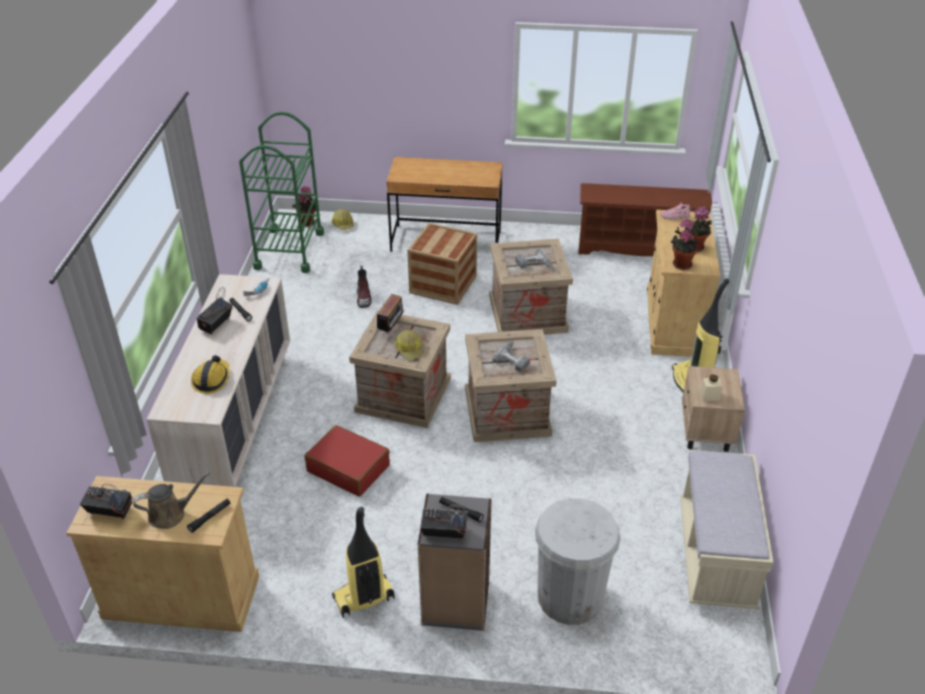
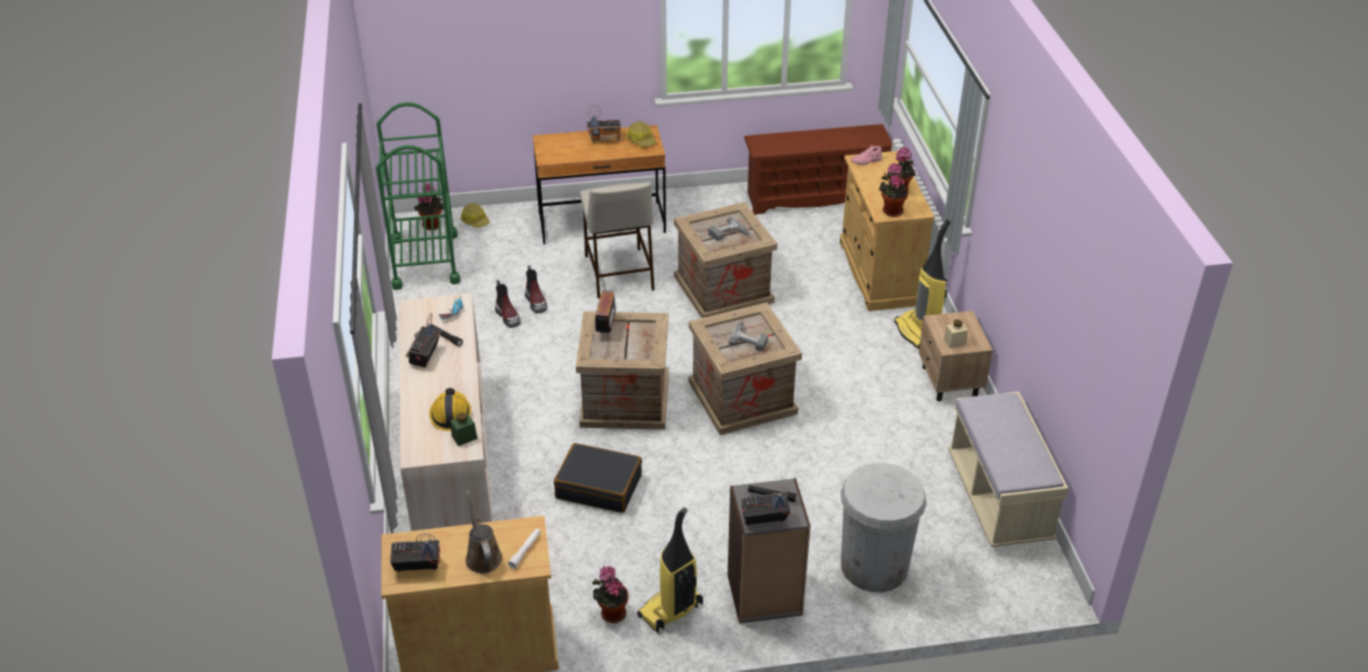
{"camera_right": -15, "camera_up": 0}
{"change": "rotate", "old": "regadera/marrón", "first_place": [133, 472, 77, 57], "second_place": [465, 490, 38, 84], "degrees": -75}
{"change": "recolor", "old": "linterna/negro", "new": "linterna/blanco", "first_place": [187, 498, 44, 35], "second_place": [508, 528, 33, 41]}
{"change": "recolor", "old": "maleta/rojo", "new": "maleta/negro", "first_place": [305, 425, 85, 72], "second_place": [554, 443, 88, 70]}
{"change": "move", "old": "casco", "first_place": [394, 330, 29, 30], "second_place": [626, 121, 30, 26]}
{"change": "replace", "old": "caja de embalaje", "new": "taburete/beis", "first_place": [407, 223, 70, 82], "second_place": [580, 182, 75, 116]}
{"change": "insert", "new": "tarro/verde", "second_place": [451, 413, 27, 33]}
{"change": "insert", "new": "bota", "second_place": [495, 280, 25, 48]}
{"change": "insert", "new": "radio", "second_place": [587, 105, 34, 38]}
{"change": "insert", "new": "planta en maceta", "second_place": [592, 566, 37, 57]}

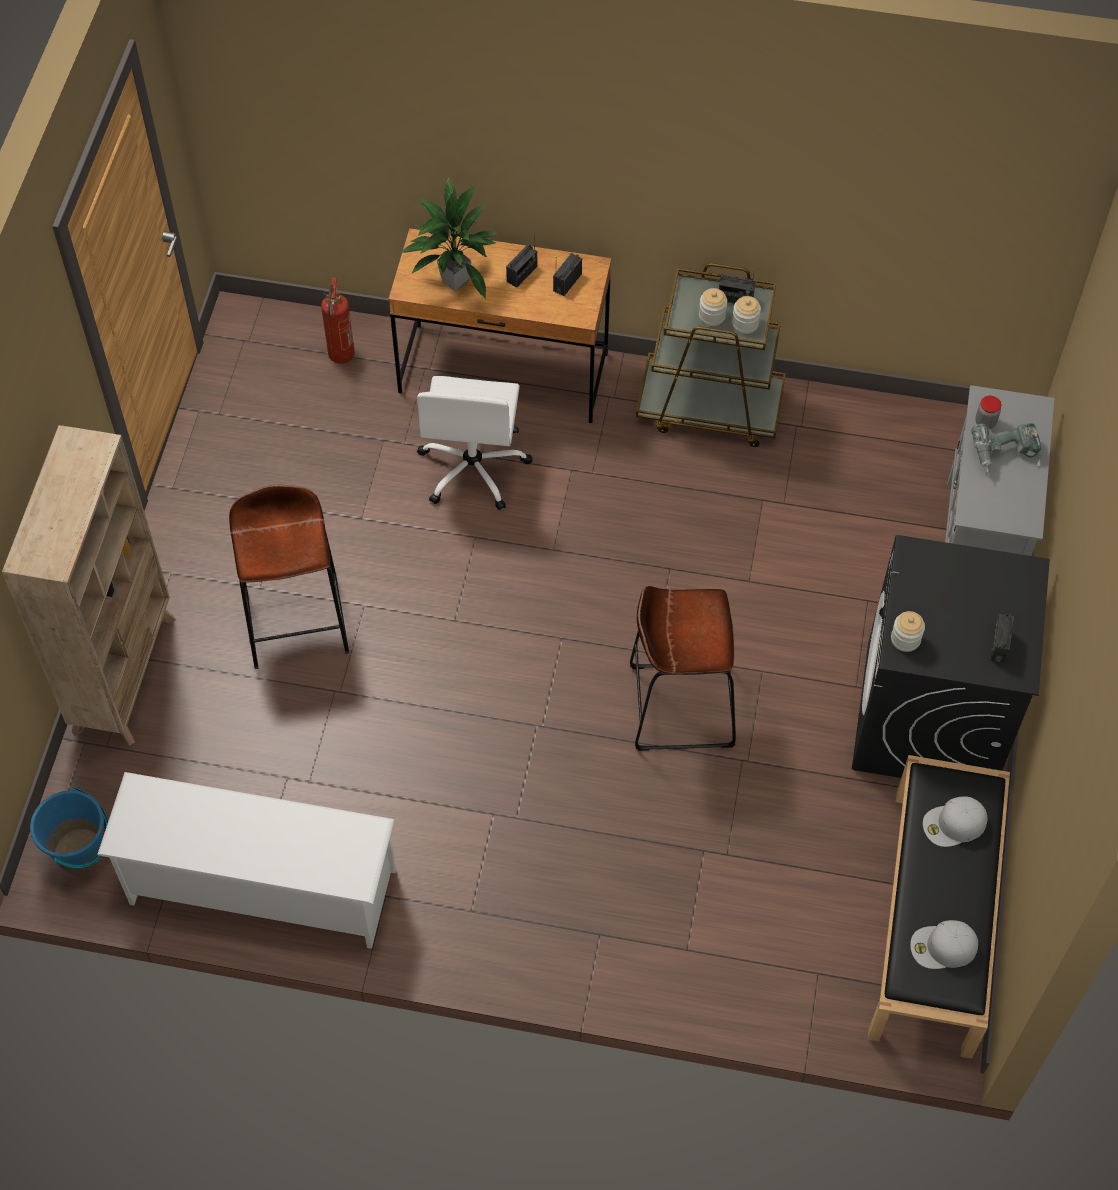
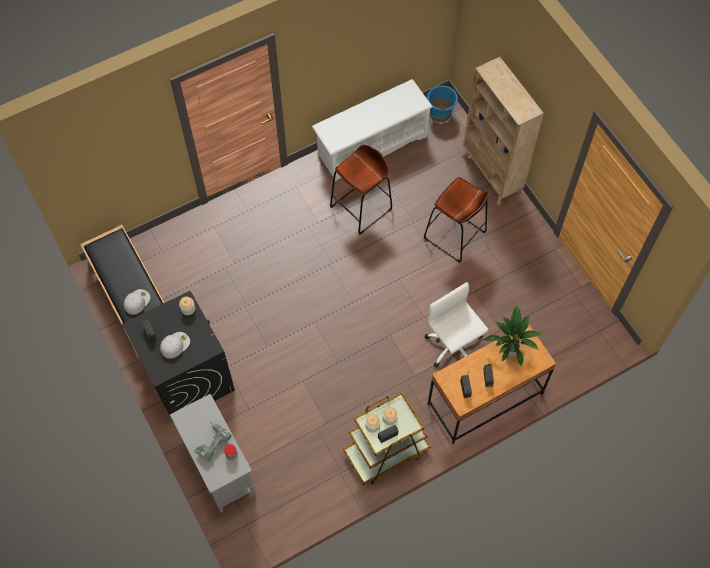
{"camera_right": 140, "camera_up": 5}
{"change": "delete", "old": "extintor", "first_place": [321, 278, 34, 86]}
{"change": "move", "old": "taburete/marrón", "first_place": [630, 586, 106, 165], "second_place": [330, 144, 62, 91]}
{"change": "move", "old": "gorra/blanco", "first_place": [910, 920, 68, 49], "second_place": [160, 332, 30, 27]}

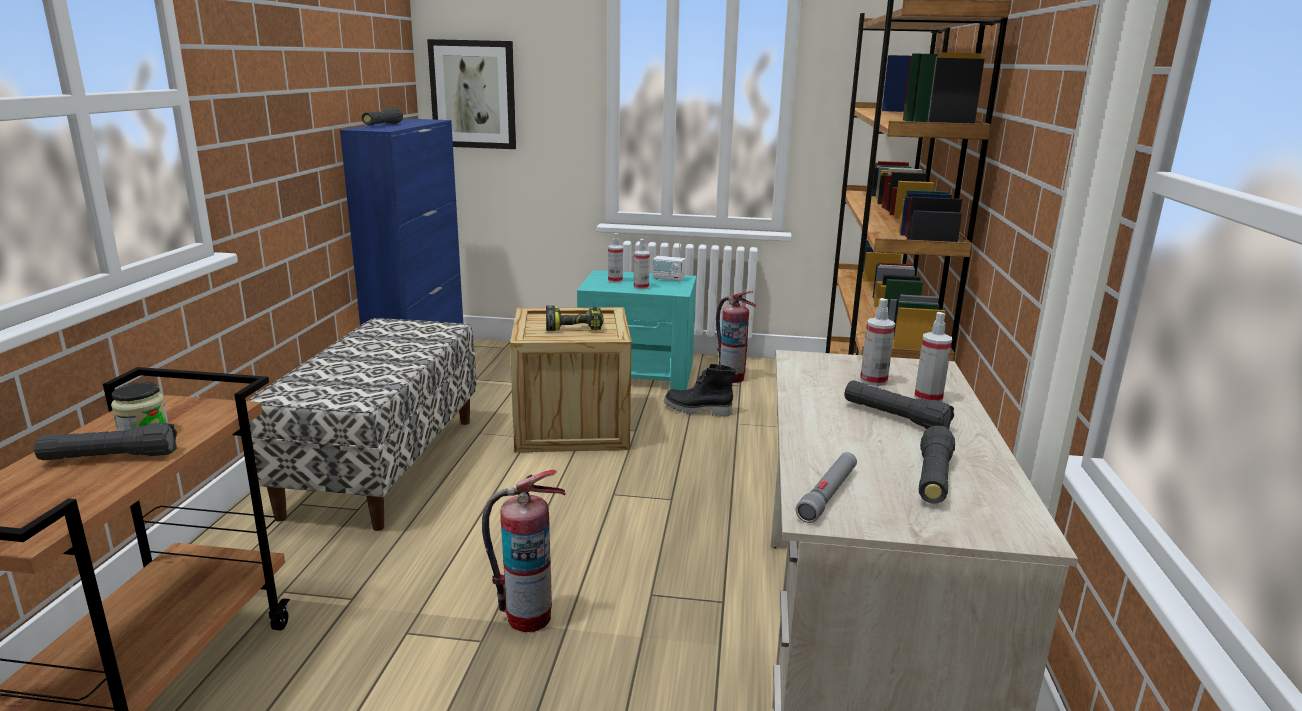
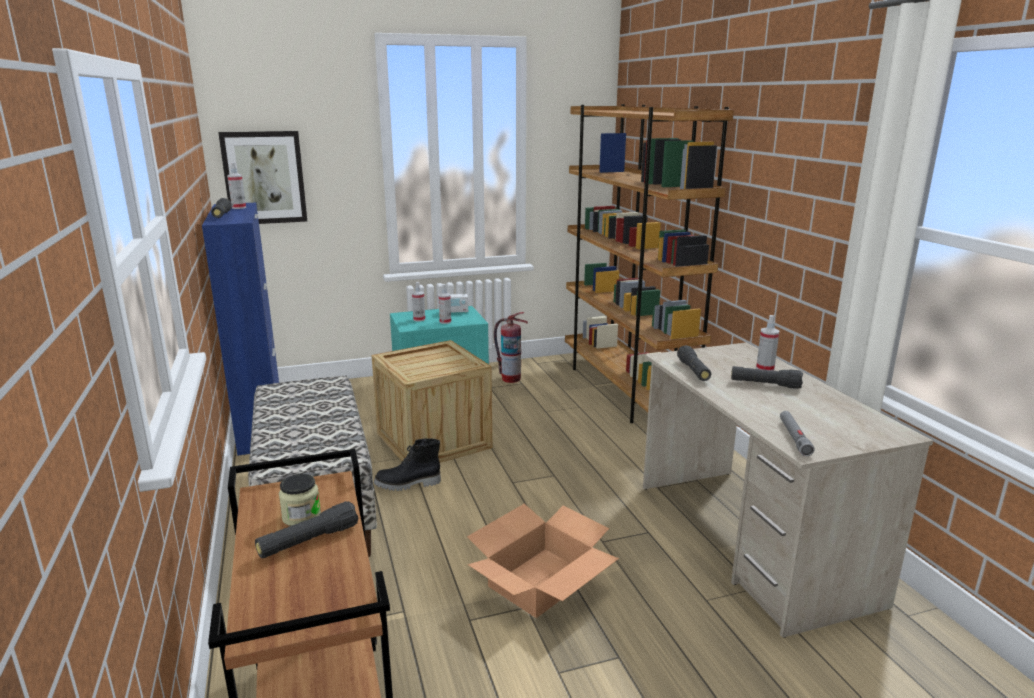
{"camera_right": -25, "camera_up": 0}
{"change": "replace", "old": "extintor", "new": "caja de cartón", "first_place": [482, 470, 84, 162], "second_place": [467, 504, 152, 114]}
{"change": "delete", "old": "taladro", "first_place": [546, 305, 58, 26]}
{"change": "move", "old": "bota/negro", "first_place": [664, 364, 72, 52], "second_place": [374, 438, 67, 53]}
{"change": "move", "old": "pulverizador", "first_place": [860, 298, 35, 88], "second_place": [227, 162, 19, 47]}
{"change": "move", "old": "linterna/negro", "first_place": [919, 426, 36, 78], "second_place": [677, 345, 34, 36]}

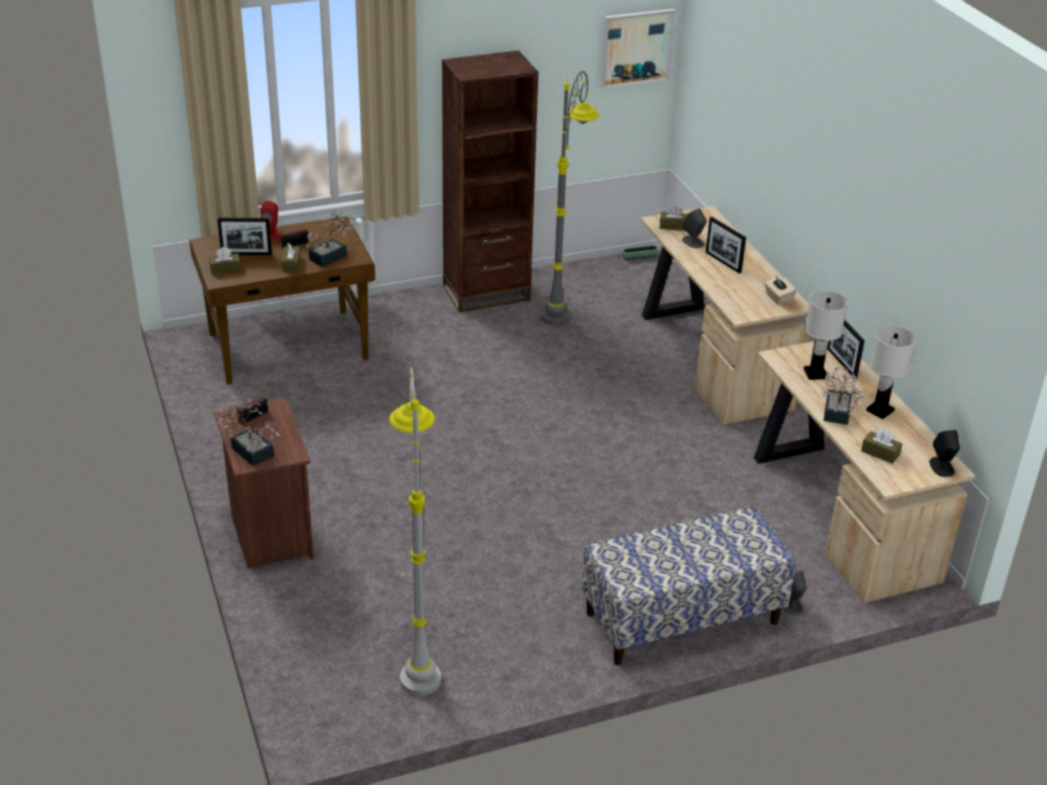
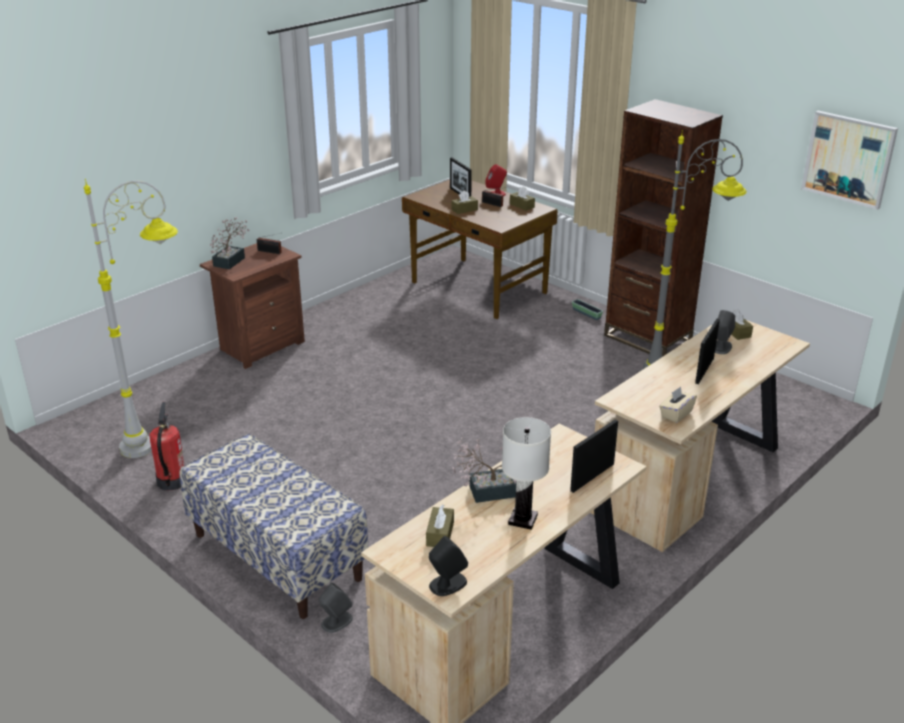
{"camera_right": 65, "camera_up": -5}
{"change": "move", "old": "caja de pañuelos/marrón", "first_place": [209, 247, 32, 28], "second_place": [510, 187, 25, 24]}
{"change": "delete", "old": "planta en maceta", "first_place": [306, 210, 49, 57]}
{"change": "move", "old": "maceta", "first_place": [622, 245, 37, 15], "second_place": [572, 299, 31, 21]}
{"change": "delete", "old": "lámpara de mesa/blanco", "first_place": [804, 291, 44, 89]}
{"change": "insert", "new": "extintor", "second_place": [149, 402, 36, 89]}

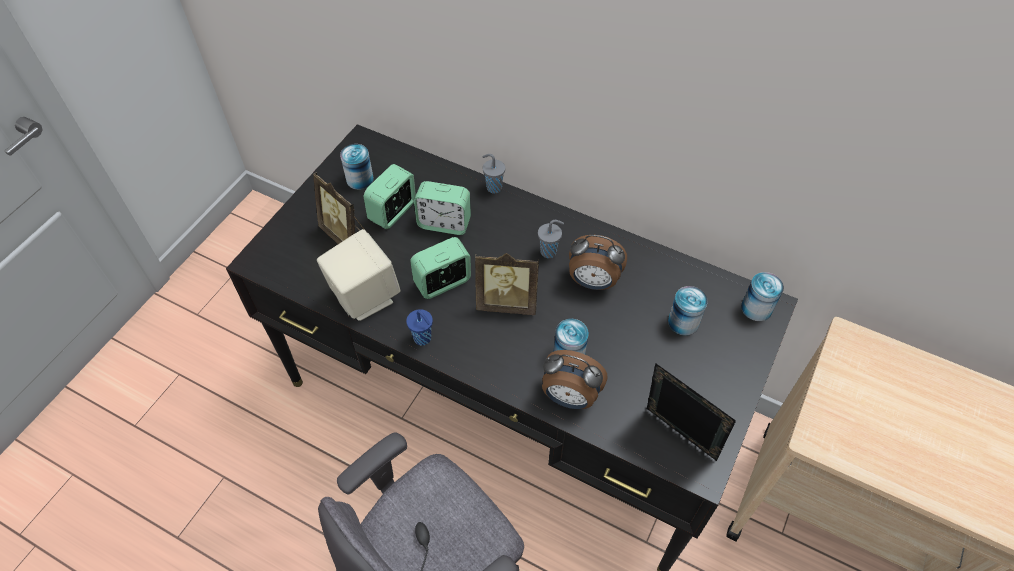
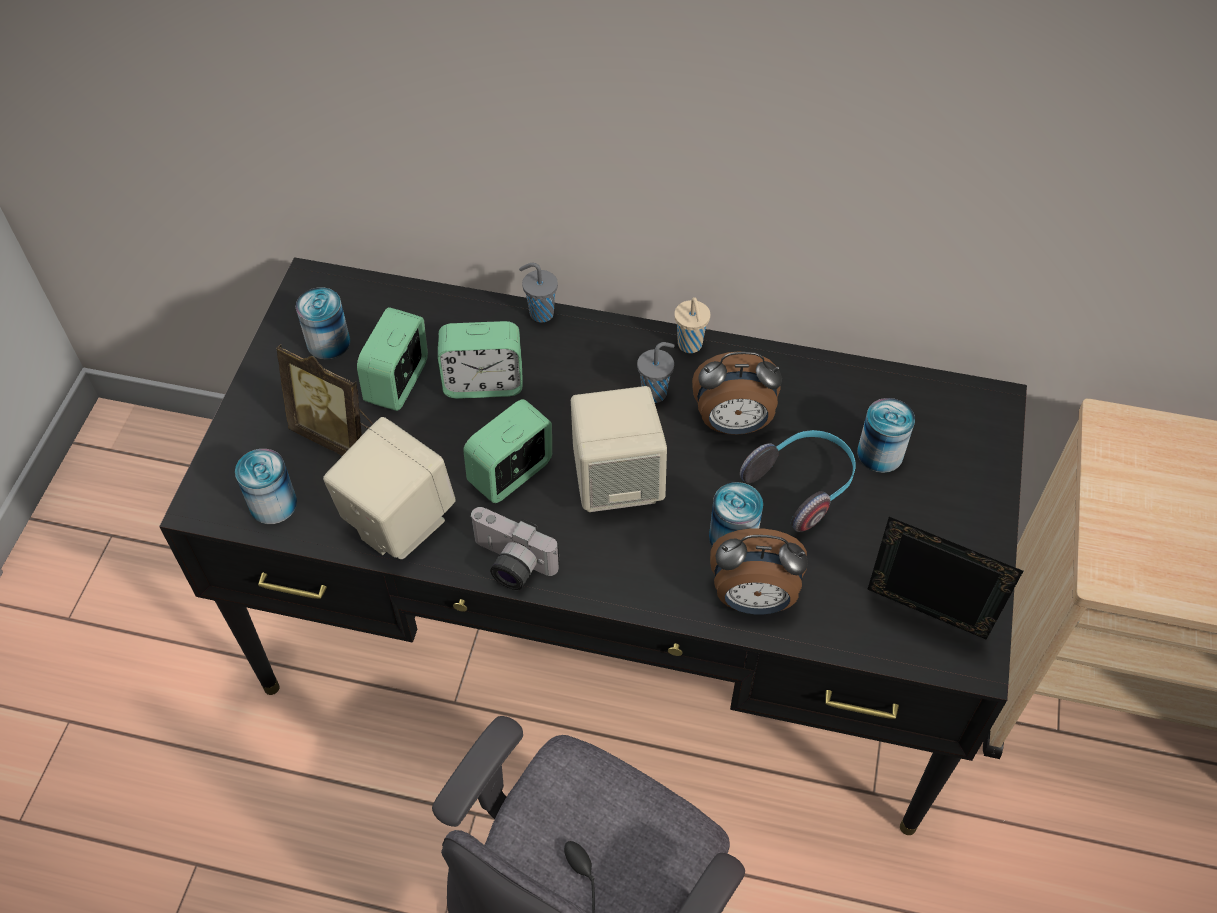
{"camera_right": -15, "camera_up": 0}
{"change": "replace", "old": "taza/azul", "new": "cámara", "first_place": [406, 309, 27, 36], "second_place": [469, 507, 91, 83]}
{"change": "replace", "old": "portarretratos", "new": "altavoz/beis", "first_place": [475, 253, 64, 62], "second_place": [571, 386, 96, 126]}
{"change": "move", "old": "lata", "first_place": [741, 272, 43, 49], "second_place": [235, 449, 62, 75]}
{"change": "insert", "new": "taza/beis", "second_place": [674, 297, 36, 56]}
{"change": "insert", "new": "auriculares", "second_place": [740, 430, 115, 102]}

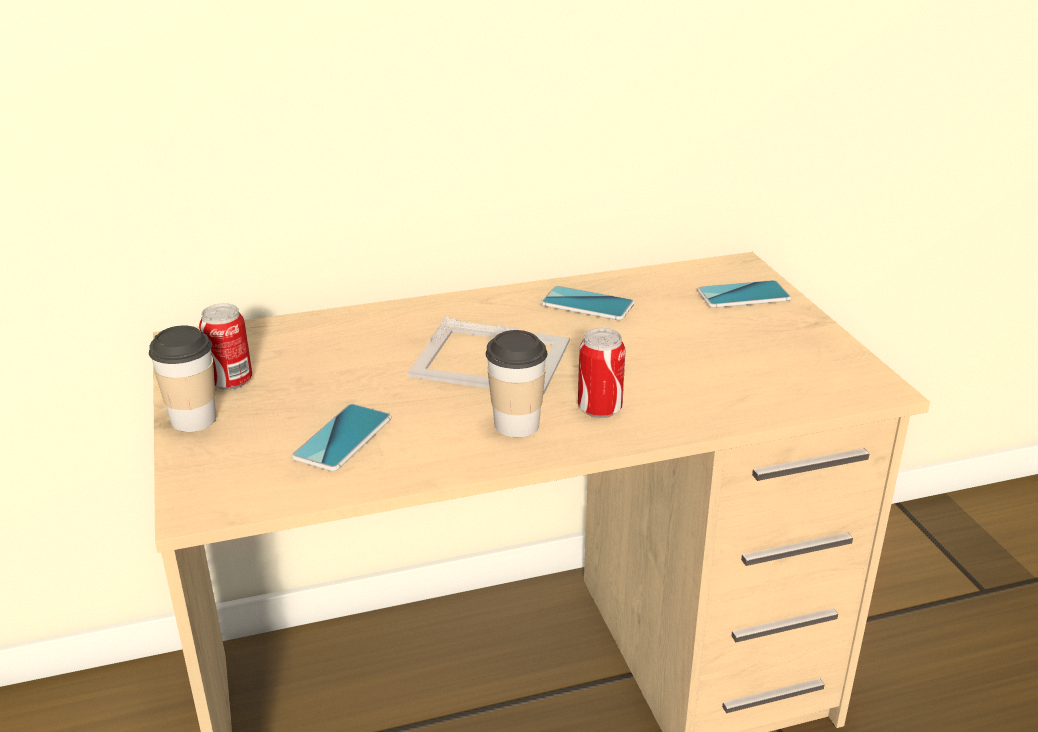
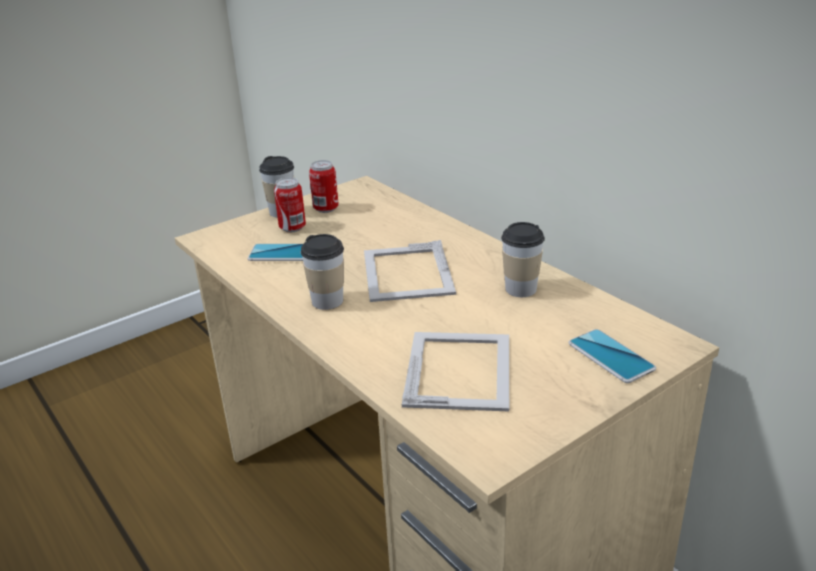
{"camera_right": 70, "camera_up": 0}
{"change": "replace", "old": "móvil", "new": "taza", "first_place": [541, 286, 94, 34], "second_place": [501, 222, 44, 75]}
{"change": "move", "old": "lata", "first_place": [578, 328, 48, 90], "second_place": [274, 177, 32, 55]}
{"change": "insert", "new": "portarretratos", "second_place": [402, 332, 107, 80]}

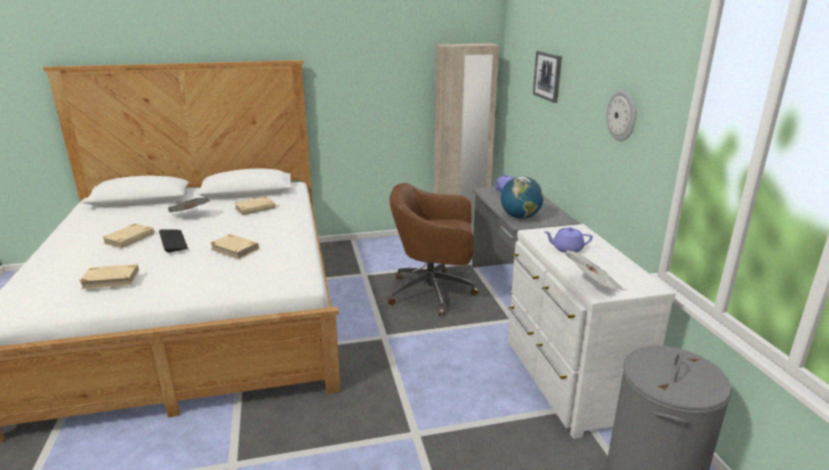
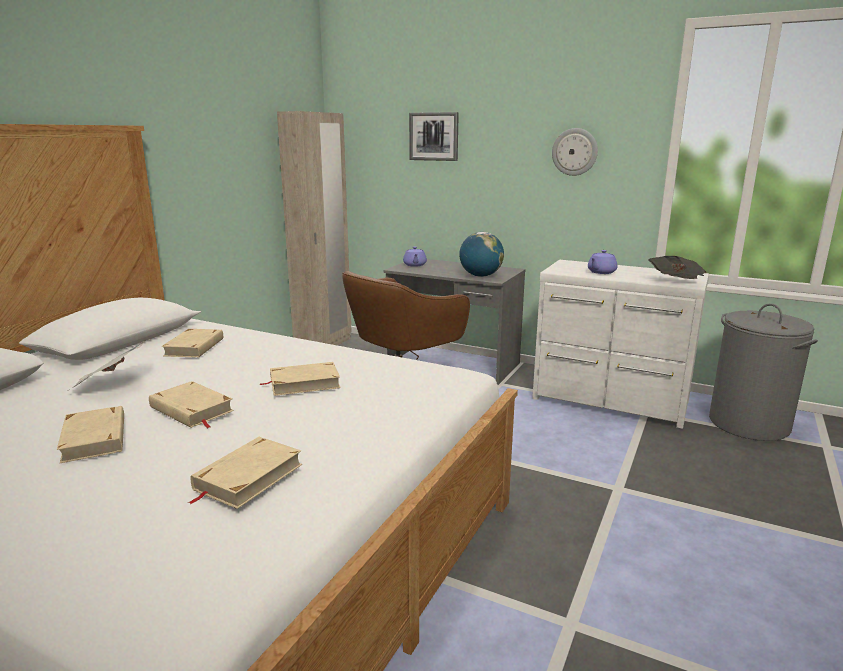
{"camera_right": -50, "camera_up": -5}
{"change": "replace", "old": "teclado", "new": "libro/beis", "first_place": [159, 229, 29, 24], "second_place": [149, 381, 85, 47]}

